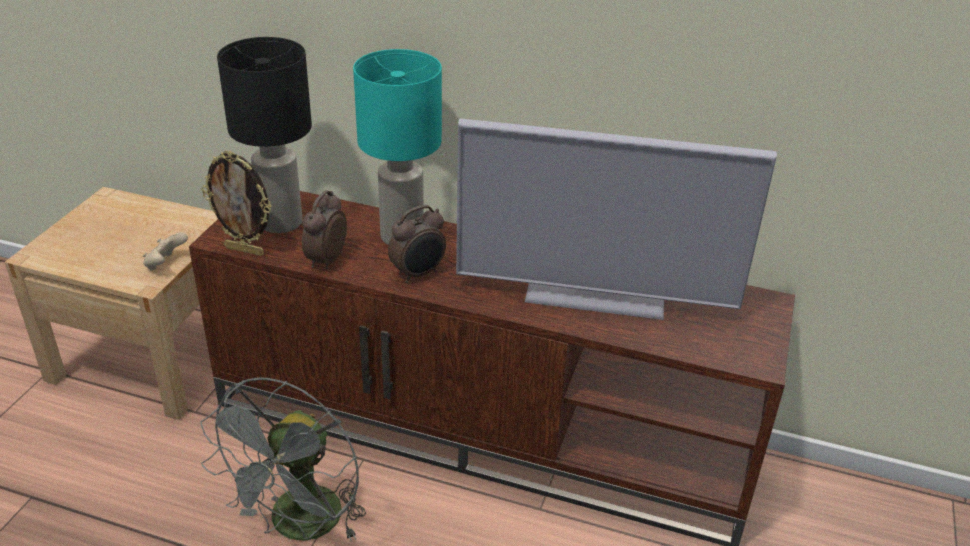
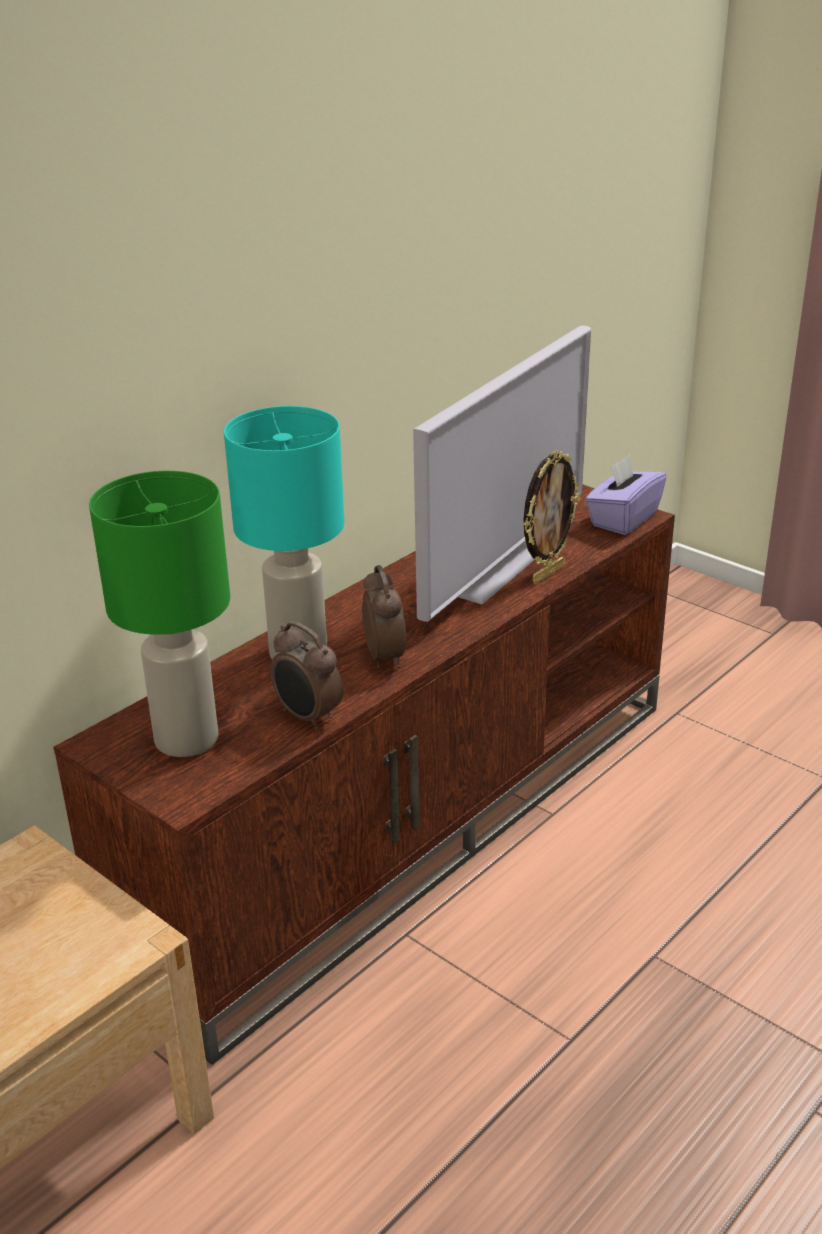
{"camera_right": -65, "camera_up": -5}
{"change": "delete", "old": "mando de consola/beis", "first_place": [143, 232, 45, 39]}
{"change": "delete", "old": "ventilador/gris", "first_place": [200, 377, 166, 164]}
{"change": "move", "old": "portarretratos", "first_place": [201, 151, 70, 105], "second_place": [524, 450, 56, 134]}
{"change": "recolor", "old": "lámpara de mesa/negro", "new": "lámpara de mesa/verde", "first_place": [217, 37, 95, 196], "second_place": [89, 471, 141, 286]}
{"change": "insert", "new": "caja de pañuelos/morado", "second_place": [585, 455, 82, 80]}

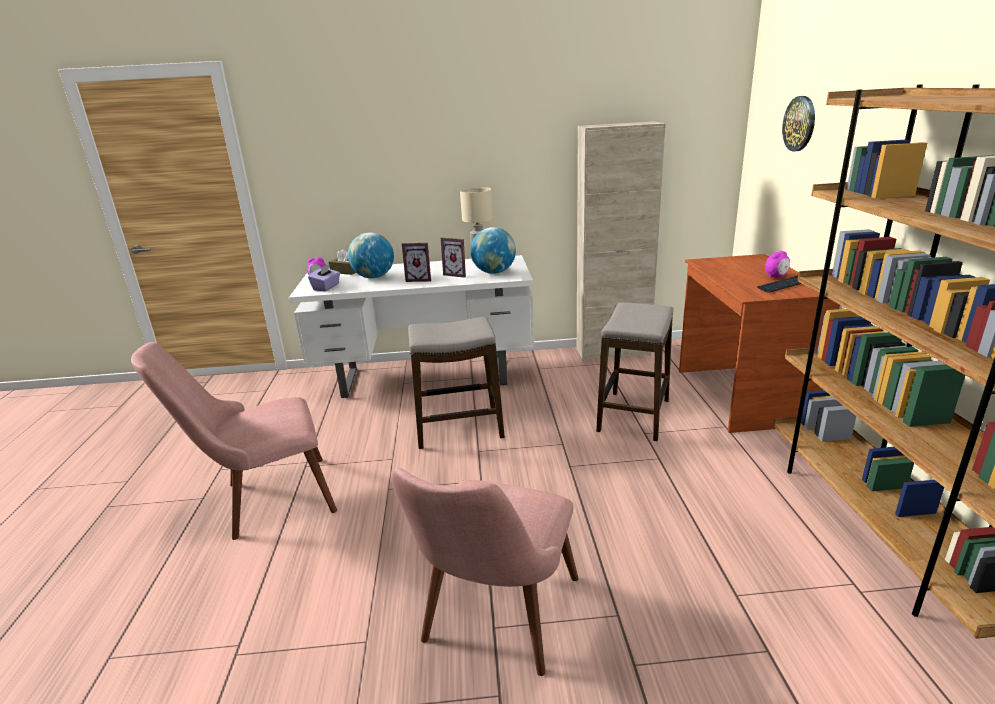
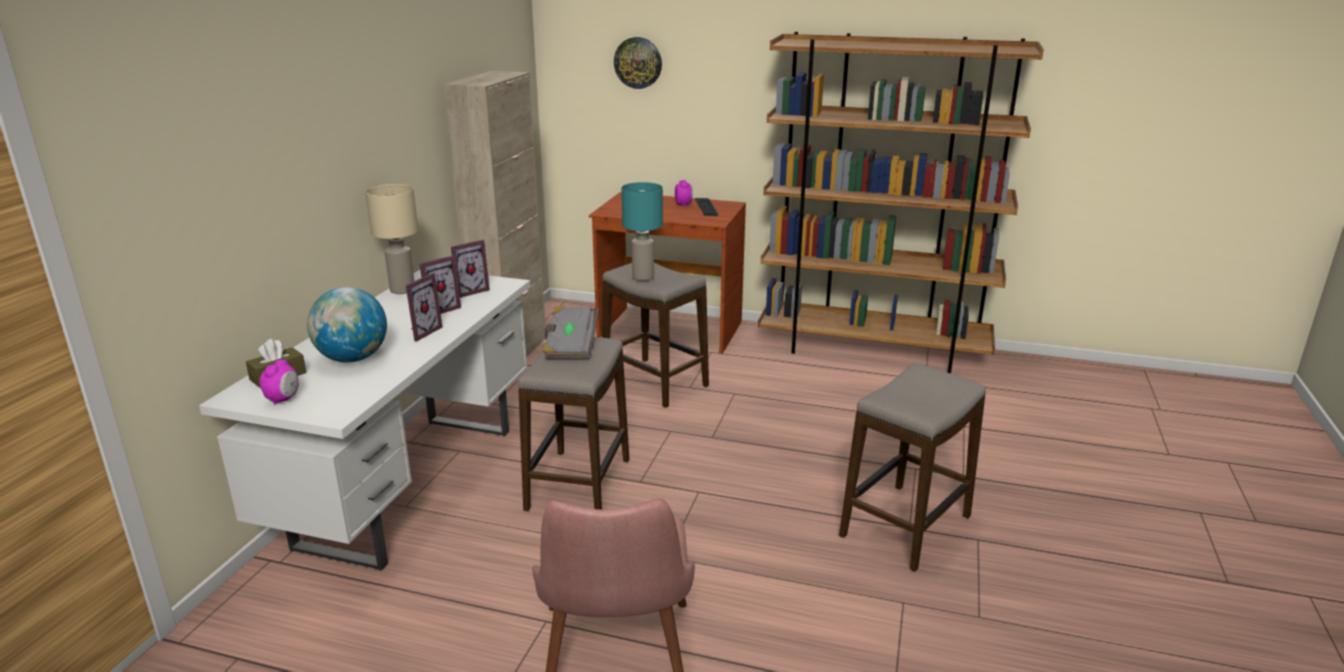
{"camera_right": -70, "camera_up": 0}
{"change": "delete", "old": "caja de pañuelos/morado", "first_place": [308, 264, 32, 27]}
{"change": "replace", "old": "silla/rosa", "new": "taburete", "first_place": [391, 467, 188, 209], "second_place": [839, 363, 147, 209]}
{"change": "replace", "old": "globo terráqueo", "new": "portarretratos", "first_place": [470, 227, 46, 47], "second_place": [451, 240, 39, 58]}
{"change": "insert", "new": "libro/gris", "second_place": [543, 306, 56, 53]}
{"change": "insert", "new": "lámpara de mesa/turquesa", "second_place": [621, 182, 42, 99]}

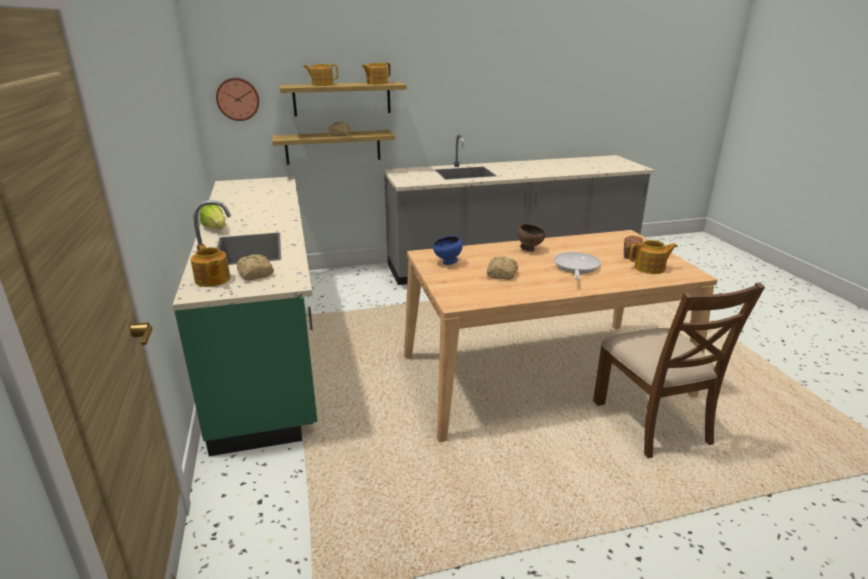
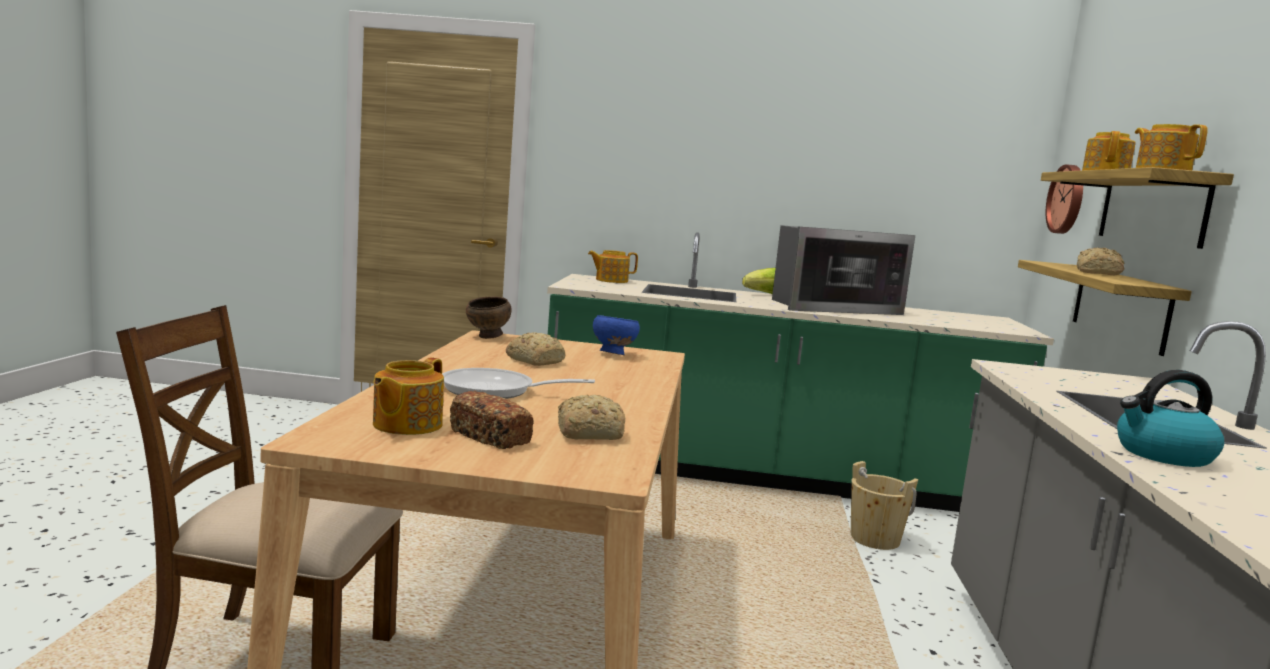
{"camera_right": 110, "camera_up": -15}
{"change": "move", "old": "pan", "first_place": [237, 254, 37, 26], "second_place": [558, 394, 67, 46]}
{"change": "move", "old": "cuenco/marrón", "first_place": [517, 224, 28, 28], "second_place": [466, 296, 45, 43]}
{"change": "rotate", "old": "sartén", "first_place": [554, 252, 47, 27], "second_place": [443, 368, 152, 31], "degrees": 150}
{"change": "insert", "new": "microondas", "second_place": [772, 225, 143, 90]}
{"change": "insert", "new": "cubo/beis", "second_place": [851, 461, 67, 89]}
{"change": "insert", "new": "hervidor", "second_place": [1117, 370, 107, 97]}

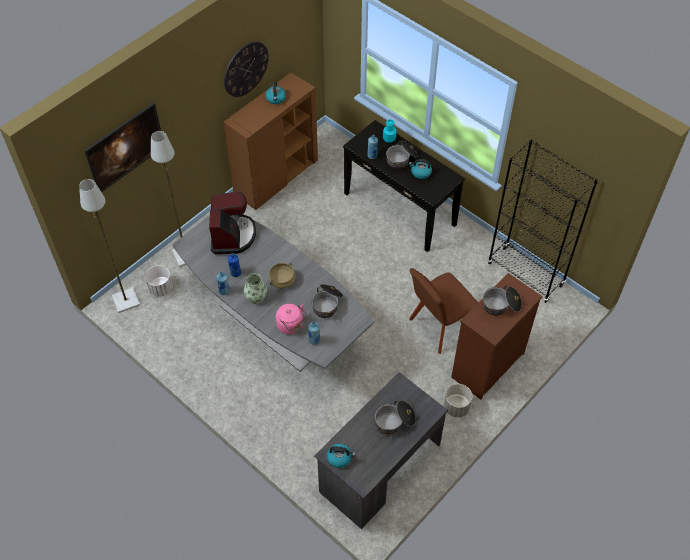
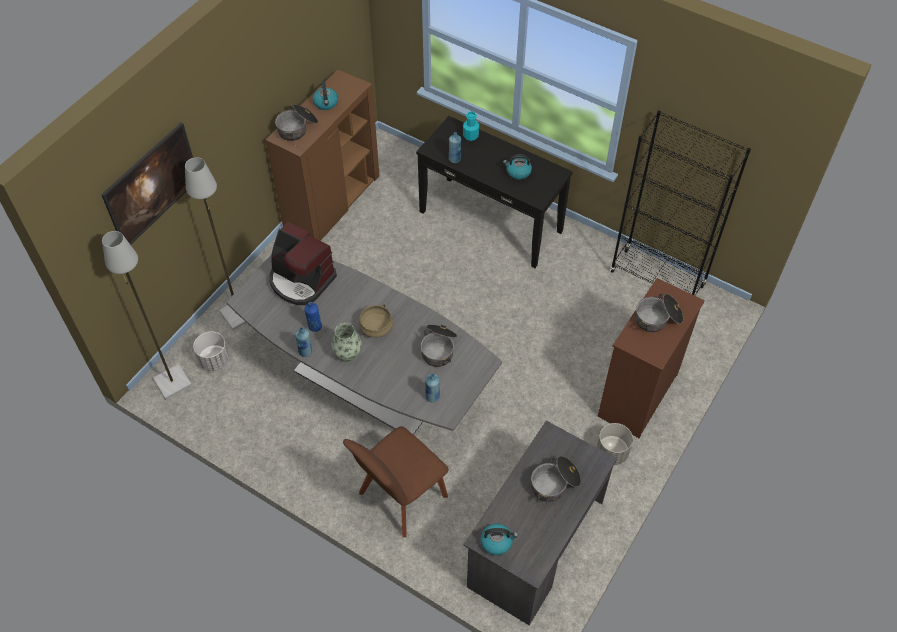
{"camera_right": -10, "camera_up": 0}
{"change": "rotate", "old": "cafetera", "first_place": [209, 192, 47, 62], "second_place": [269, 222, 68, 83], "degrees": 135}
{"change": "delete", "old": "reloj de pared", "first_place": [224, 42, 45, 55]}
{"change": "delete", "old": "hervidor/rosa", "first_place": [276, 304, 32, 30]}
{"change": "move", "old": "olla", "first_place": [386, 141, 32, 28], "second_place": [275, 105, 43, 36]}
{"change": "move", "old": "silla/marrón", "first_place": [409, 268, 69, 86], "second_place": [343, 426, 106, 111]}

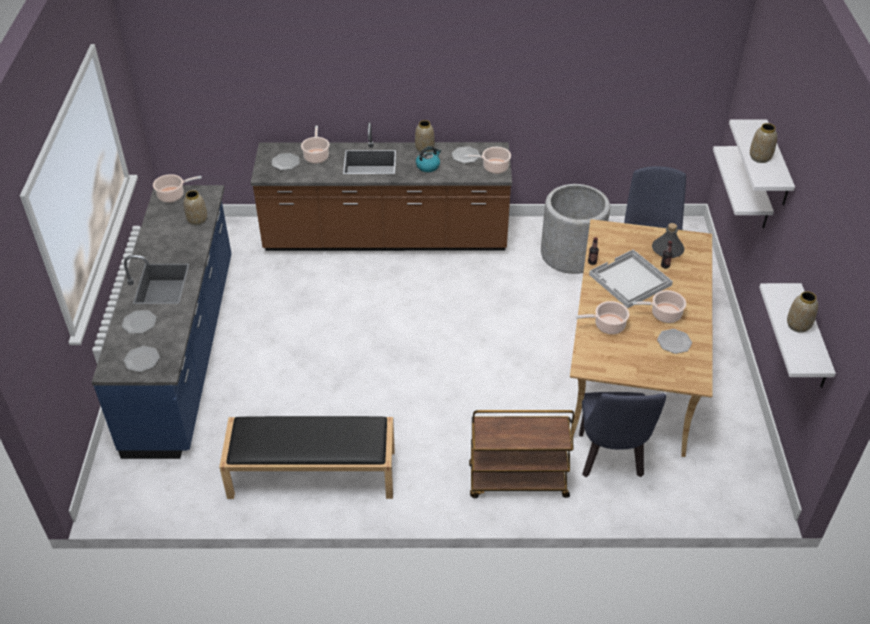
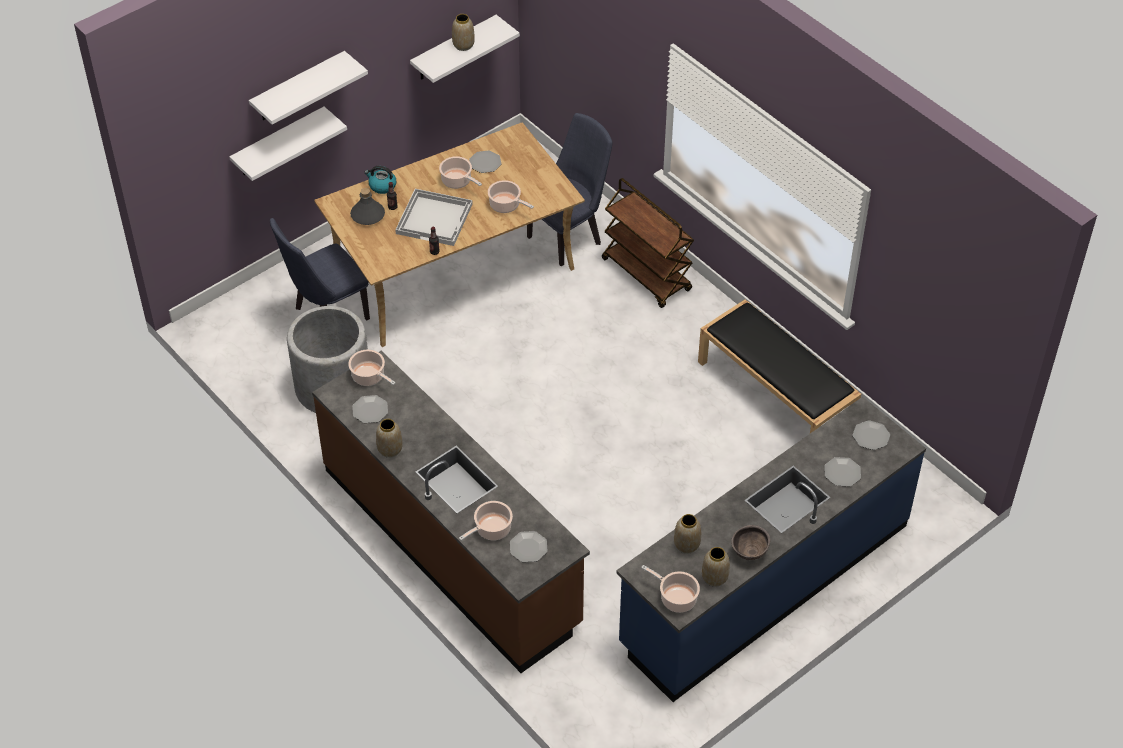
{"camera_right": -130, "camera_up": 5}
{"change": "move", "old": "hervidor", "first_place": [416, 146, 25, 26], "second_place": [364, 166, 33, 28]}
{"change": "move", "old": "florero", "first_place": [750, 123, 27, 40], "second_place": [702, 547, 28, 40]}
{"change": "insert", "new": "cuenco/marrón", "second_place": [731, 525, 39, 35]}

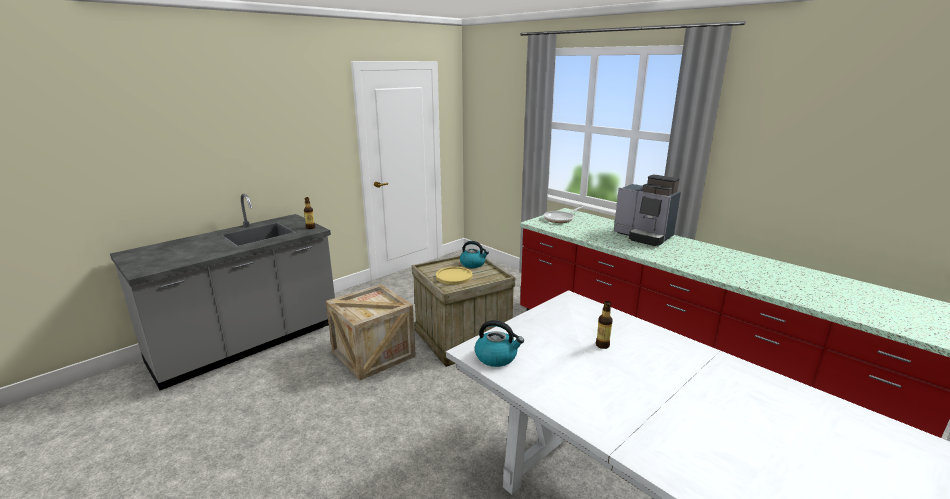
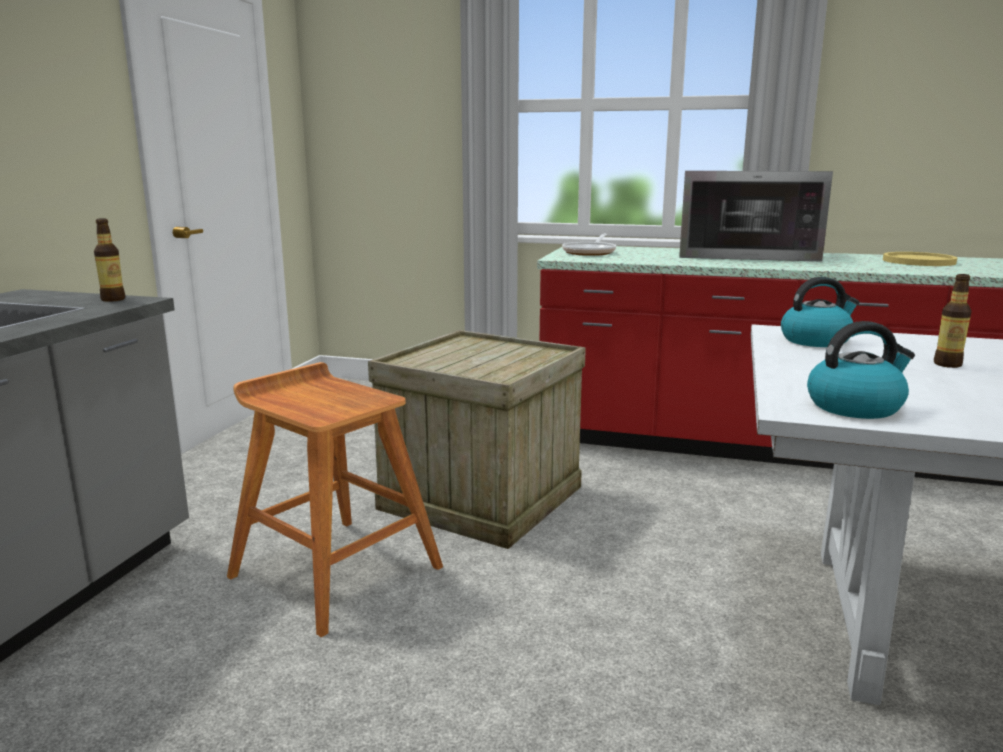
{"camera_right": -30, "camera_up": -5}
{"change": "replace", "old": "caja de embalaje", "new": "taburete/marrón", "first_place": [326, 284, 90, 96], "second_place": [227, 362, 216, 275]}
{"change": "move", "old": "plato/amarillo", "first_place": [436, 267, 37, 18], "second_place": [883, 252, 74, 14]}
{"change": "move", "old": "hervidor", "first_place": [460, 241, 29, 27], "second_place": [781, 277, 78, 70]}
{"change": "replace", "old": "cafetera", "new": "microondas", "first_place": [614, 174, 67, 72], "second_place": [679, 171, 154, 91]}

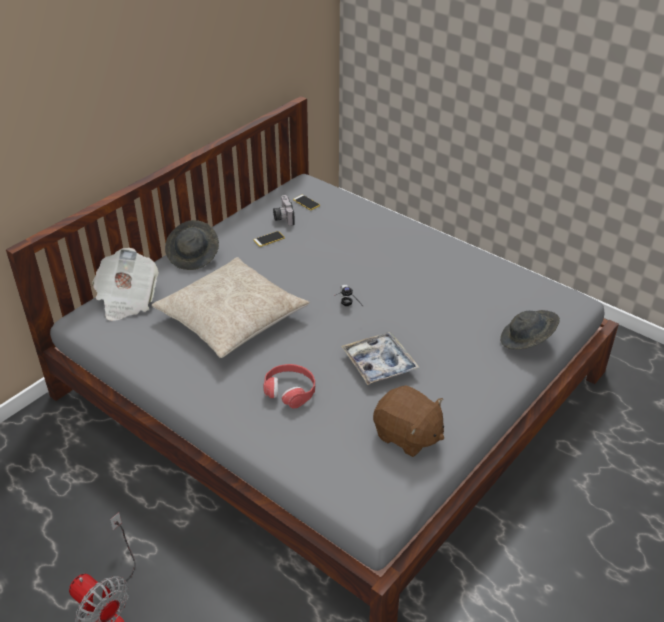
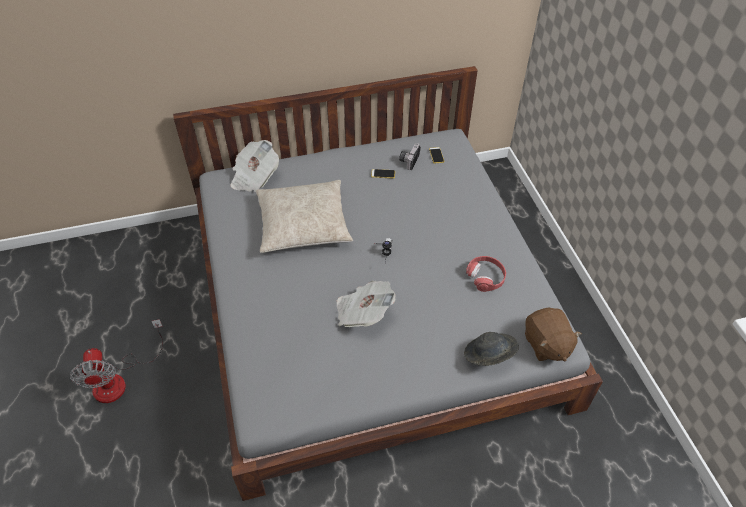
{"camera_right": 35, "camera_up": 10}
{"change": "delete", "old": "sombrero/gris", "first_place": [165, 220, 54, 50]}
{"change": "move", "old": "auriculares/rojo", "first_place": [263, 364, 52, 45], "second_place": [466, 256, 40, 36]}
{"change": "replace", "old": "bandeja", "new": "periódico", "first_place": [341, 332, 78, 53], "second_place": [337, 281, 59, 46]}
{"change": "move", "old": "peluche/marrón", "first_place": [373, 385, 71, 72], "second_place": [525, 308, 57, 53]}

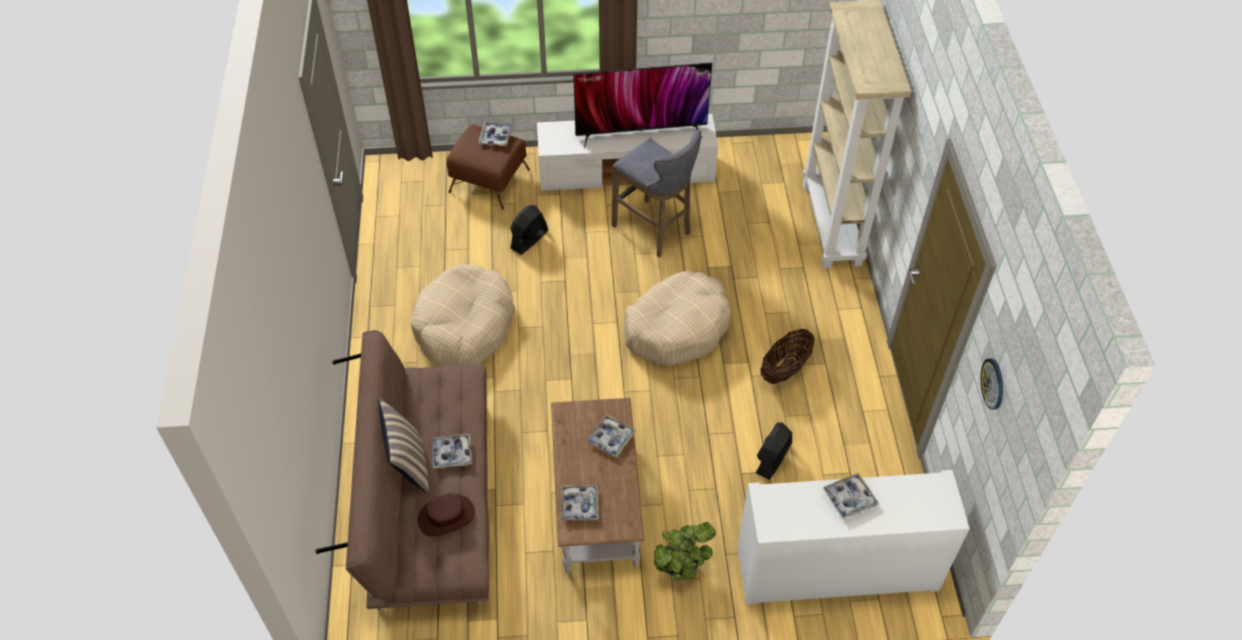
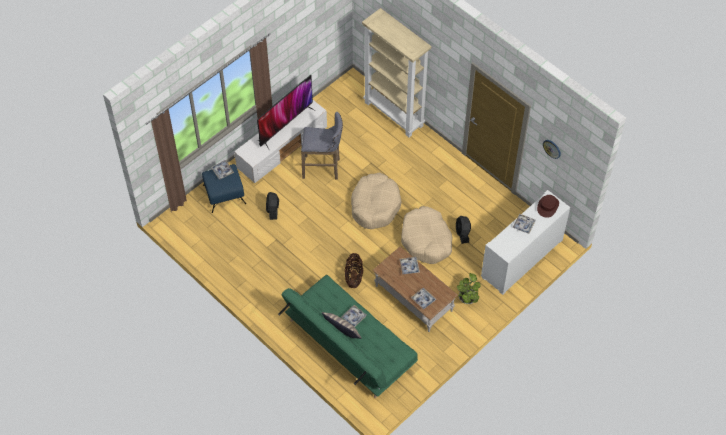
{"camera_right": -40, "camera_up": 5}
{"change": "recolor", "old": "sofá/marrón", "new": "sofá/verde", "first_place": [315, 330, 174, 281], "second_place": [278, 275, 140, 123]}
{"change": "move", "old": "cama para perro/beis", "first_place": [411, 264, 104, 102], "second_place": [401, 206, 51, 58]}
{"change": "move", "old": "sombrero/marrón", "first_place": [418, 493, 57, 44], "second_place": [537, 195, 22, 23]}
{"change": "recolor", "old": "puf/marrón", "new": "puf/azul", "first_place": [447, 125, 83, 85], "second_place": [202, 164, 44, 49]}
{"change": "move", "old": "cesta", "first_place": [760, 329, 55, 55], "second_place": [345, 253, 18, 35]}

